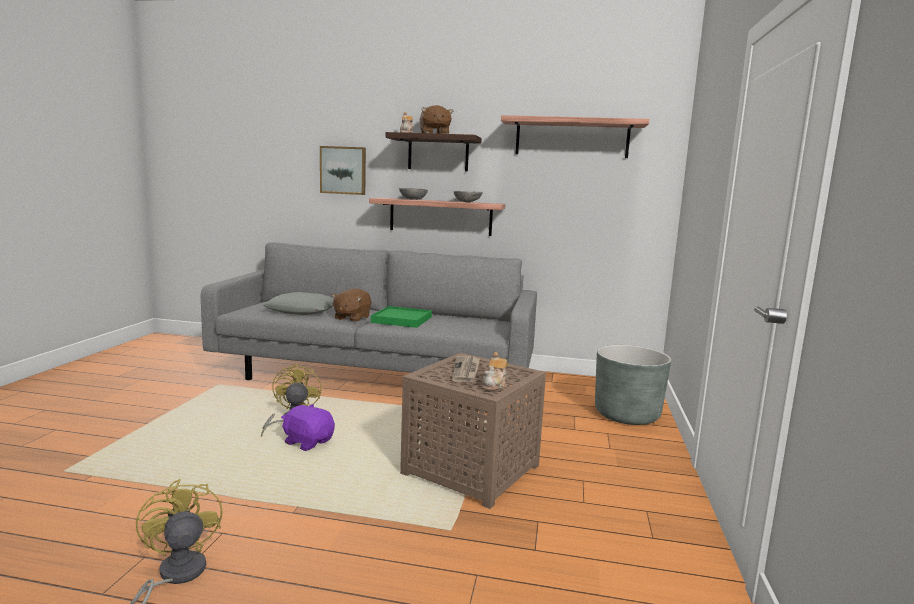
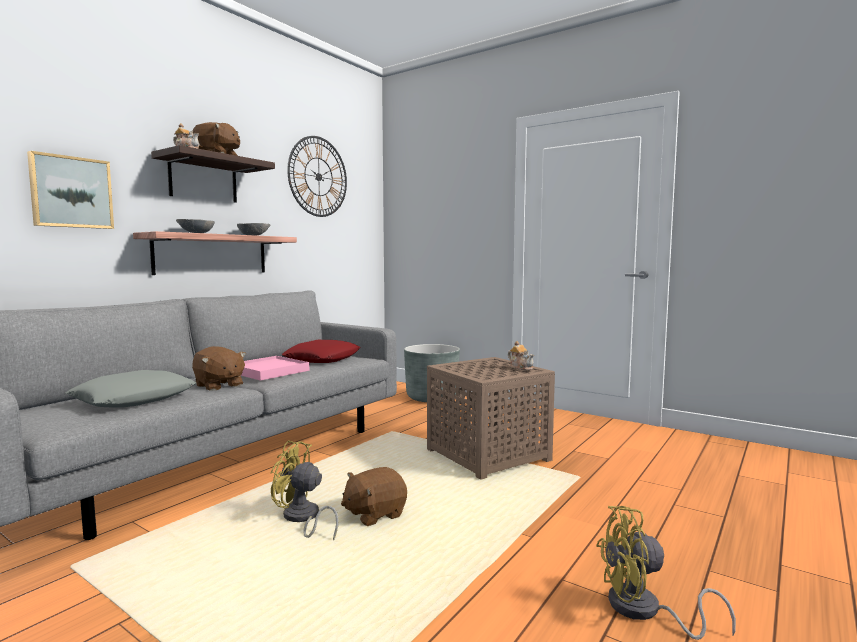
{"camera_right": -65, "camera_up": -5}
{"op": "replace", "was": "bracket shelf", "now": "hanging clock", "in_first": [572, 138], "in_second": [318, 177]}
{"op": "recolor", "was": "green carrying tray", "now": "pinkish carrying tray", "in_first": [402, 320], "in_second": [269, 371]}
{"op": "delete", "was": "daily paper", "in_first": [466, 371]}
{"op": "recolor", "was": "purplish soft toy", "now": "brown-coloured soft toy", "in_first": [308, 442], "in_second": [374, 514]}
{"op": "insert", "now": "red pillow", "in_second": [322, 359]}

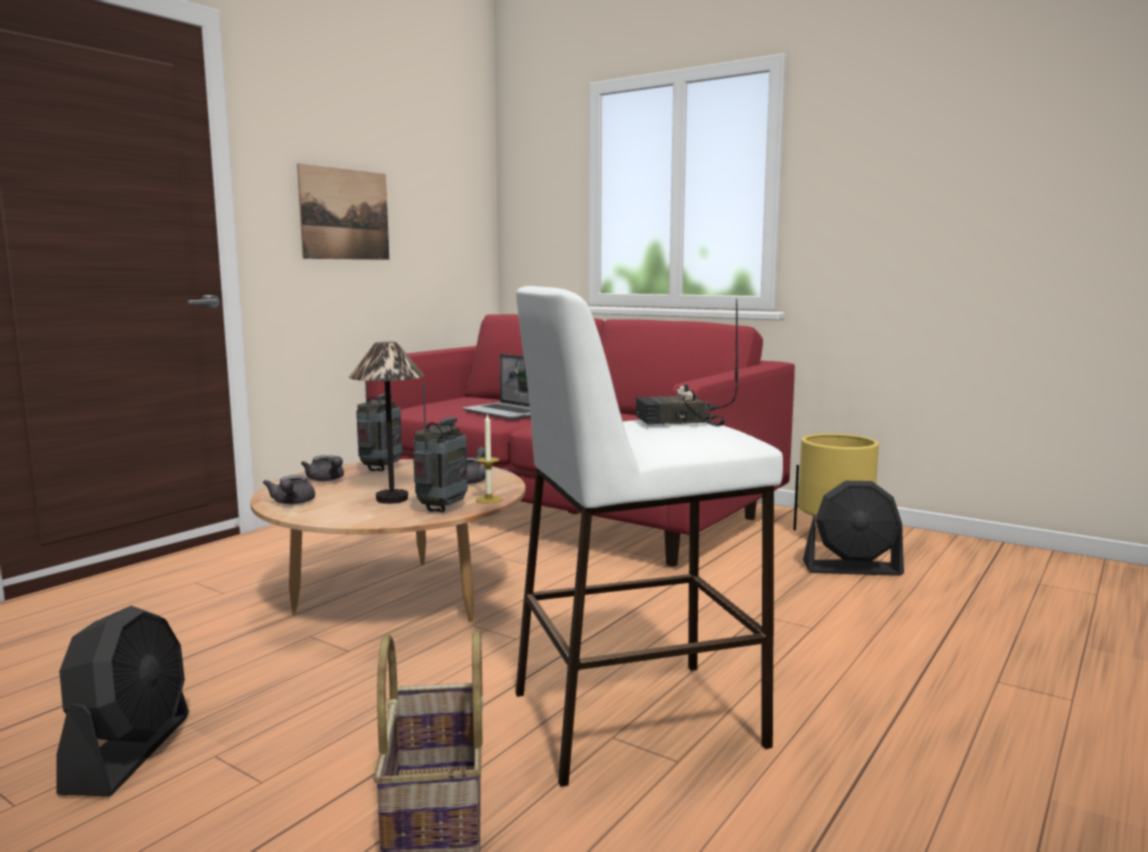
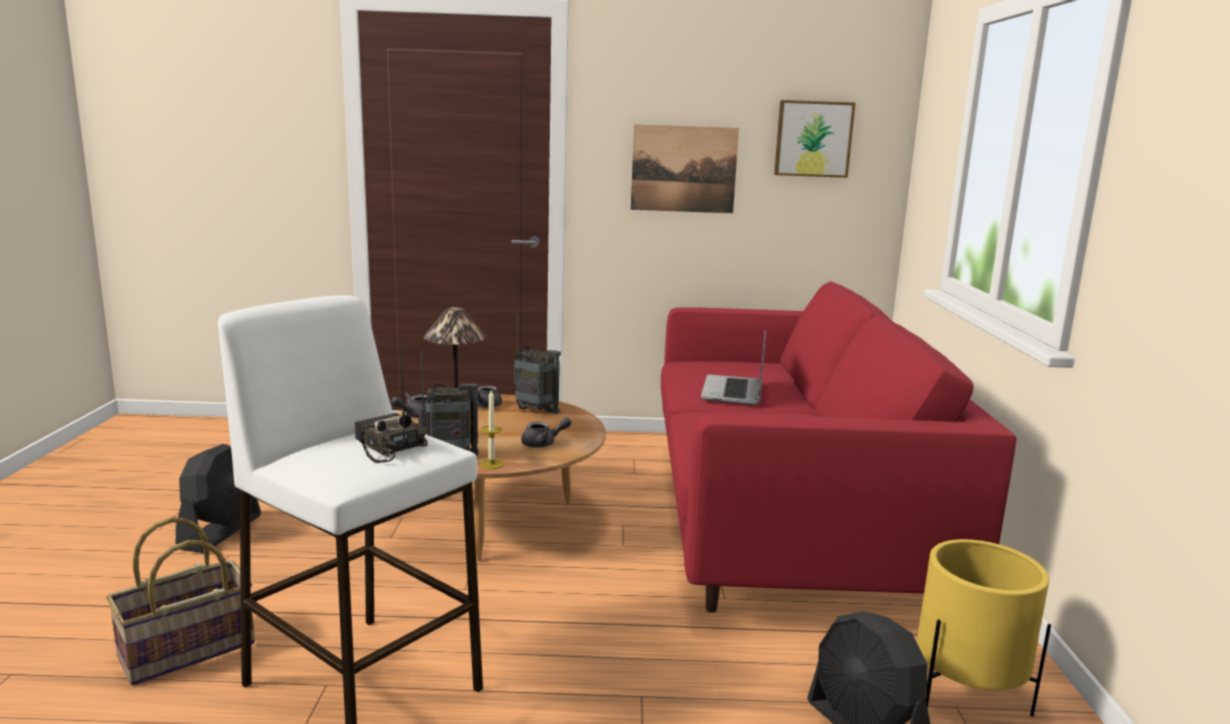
{"camera_right": 55, "camera_up": 5}
{"op": "rotate", "was": "radio set", "in_first": [381, 469], "in_second": [535, 410], "clockwise": 45}
{"op": "rotate", "was": "black electric fan", "in_first": [129, 752], "in_second": [221, 531], "clockwise": -45}
{"op": "insert", "now": "wall art", "in_second": [813, 139]}

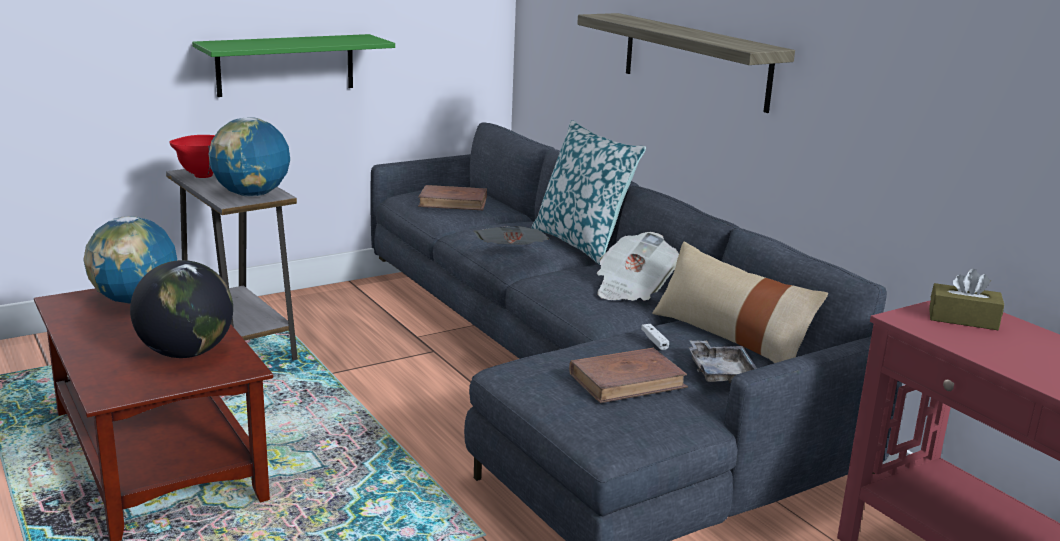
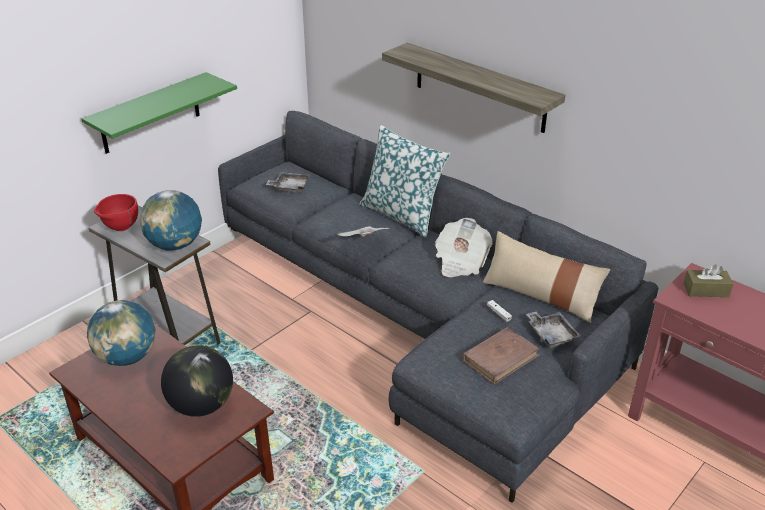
{"camera_right": -15, "camera_up": 15}
{"op": "replace", "was": "brown-coloured volume", "now": "greyish carrying tray", "in_first": [453, 202], "in_second": [290, 187]}

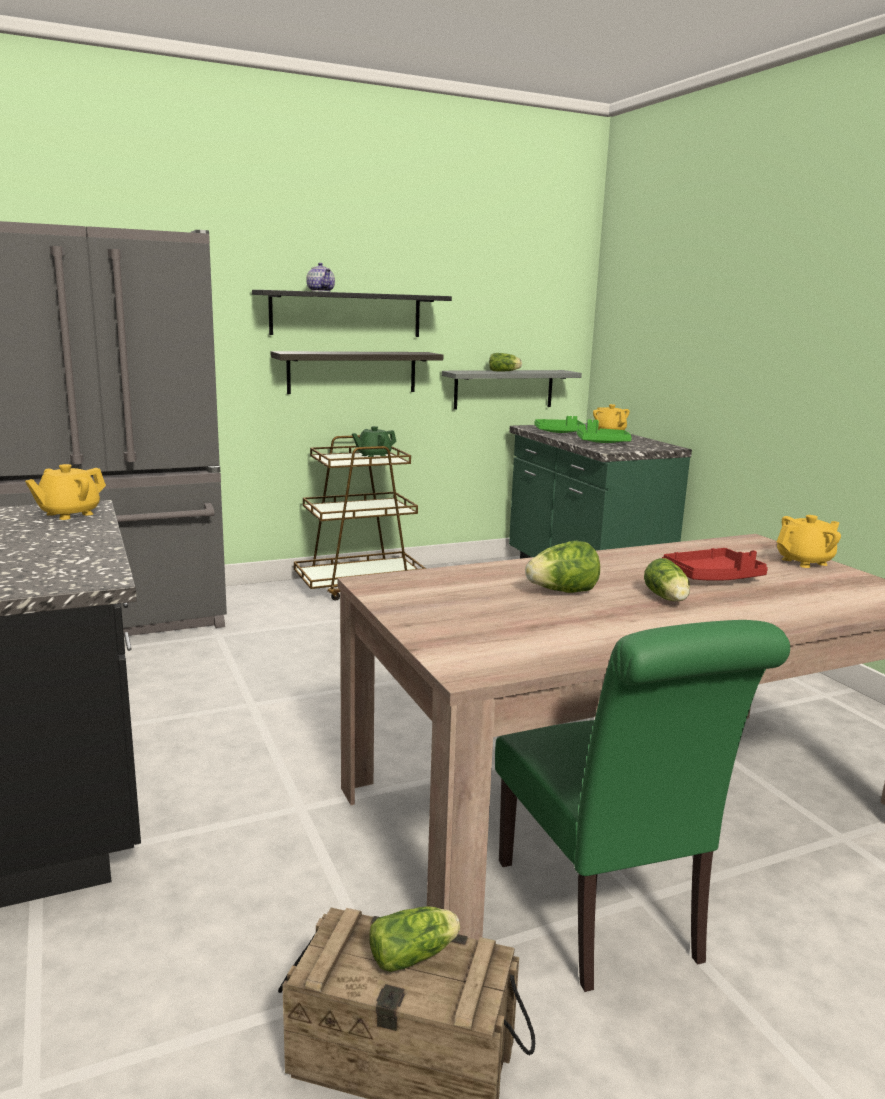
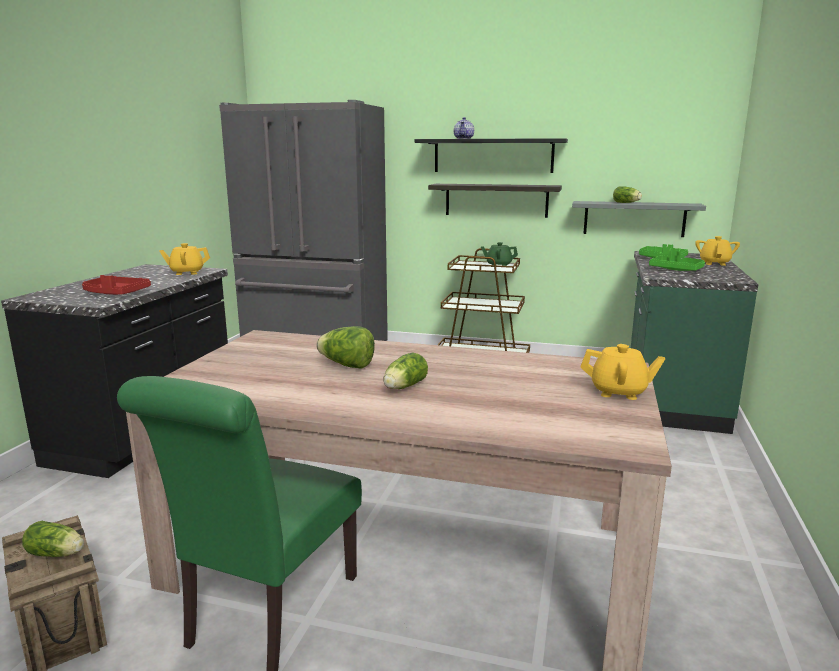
{"camera_right": 40, "camera_up": 0}
{"op": "move", "was": "red carrying tray", "in_first": [712, 577], "in_second": [115, 293]}

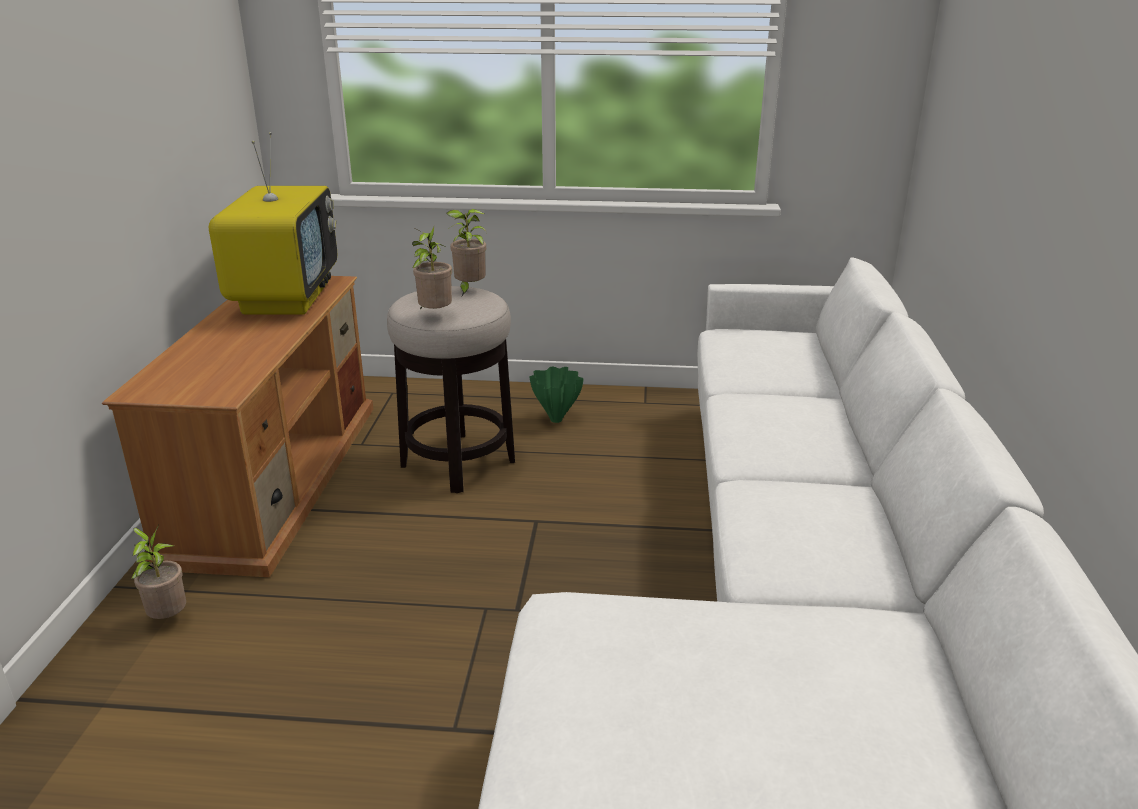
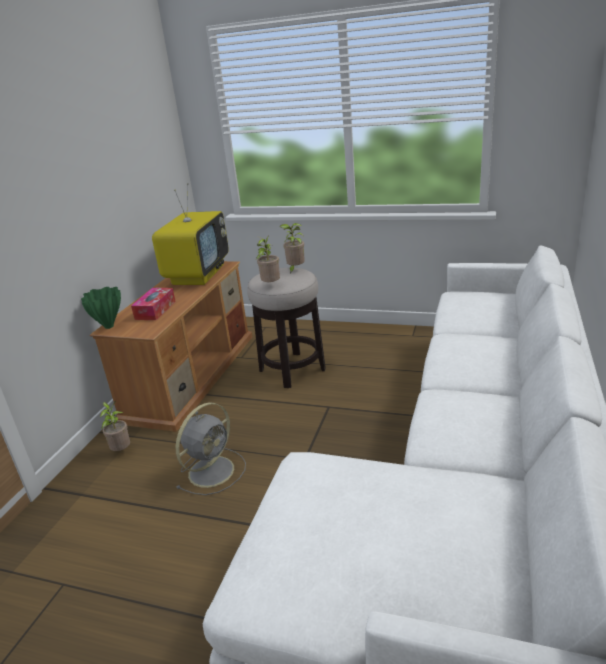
{"camera_right": 15, "camera_up": 0}
{"op": "move", "was": "green vase", "in_first": [556, 419], "in_second": [109, 326]}
{"op": "insert", "now": "tissue holder", "in_second": [155, 310]}
{"op": "insert", "now": "greyish electric fan", "in_second": [213, 470]}

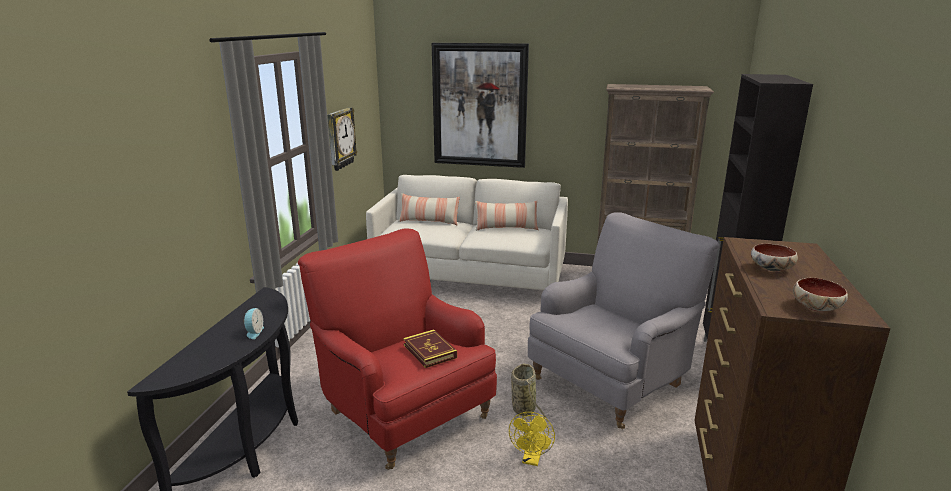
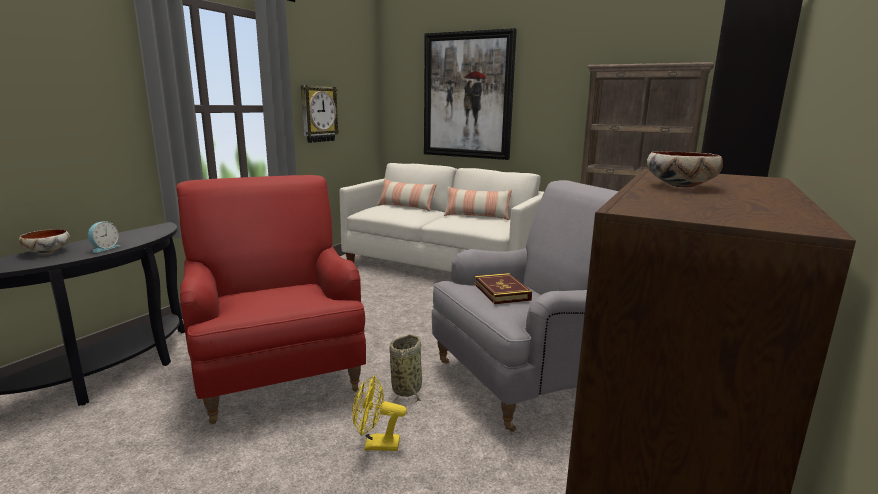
{"camera_right": 15, "camera_up": -5}
{"op": "move", "was": "bowl", "in_first": [815, 307], "in_second": [48, 251]}
{"op": "move", "was": "volume", "in_first": [429, 351], "in_second": [501, 292]}
{"op": "rotate", "was": "yellow electric fan", "in_first": [531, 459], "in_second": [376, 445], "clockwise": 60}

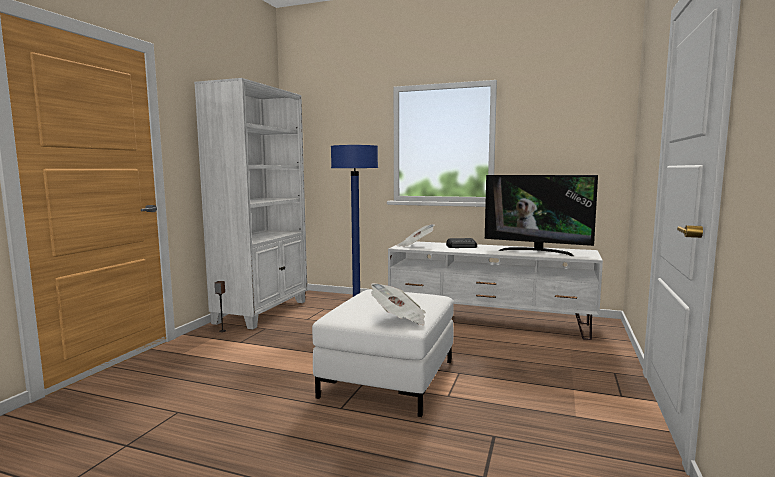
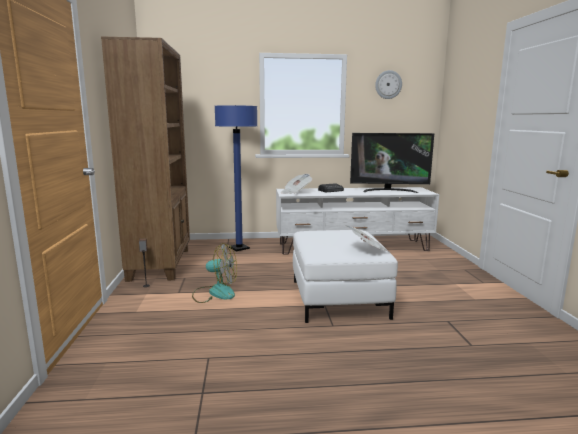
{"camera_right": -25, "camera_up": 5}
{"op": "recolor", "was": "whitish bookshelf", "now": "brown-coloured bookshelf", "in_first": [263, 311], "in_second": [161, 264]}
{"op": "insert", "now": "hanging clock", "in_second": [388, 84]}
{"op": "insert", "now": "electric fan", "in_second": [215, 293]}

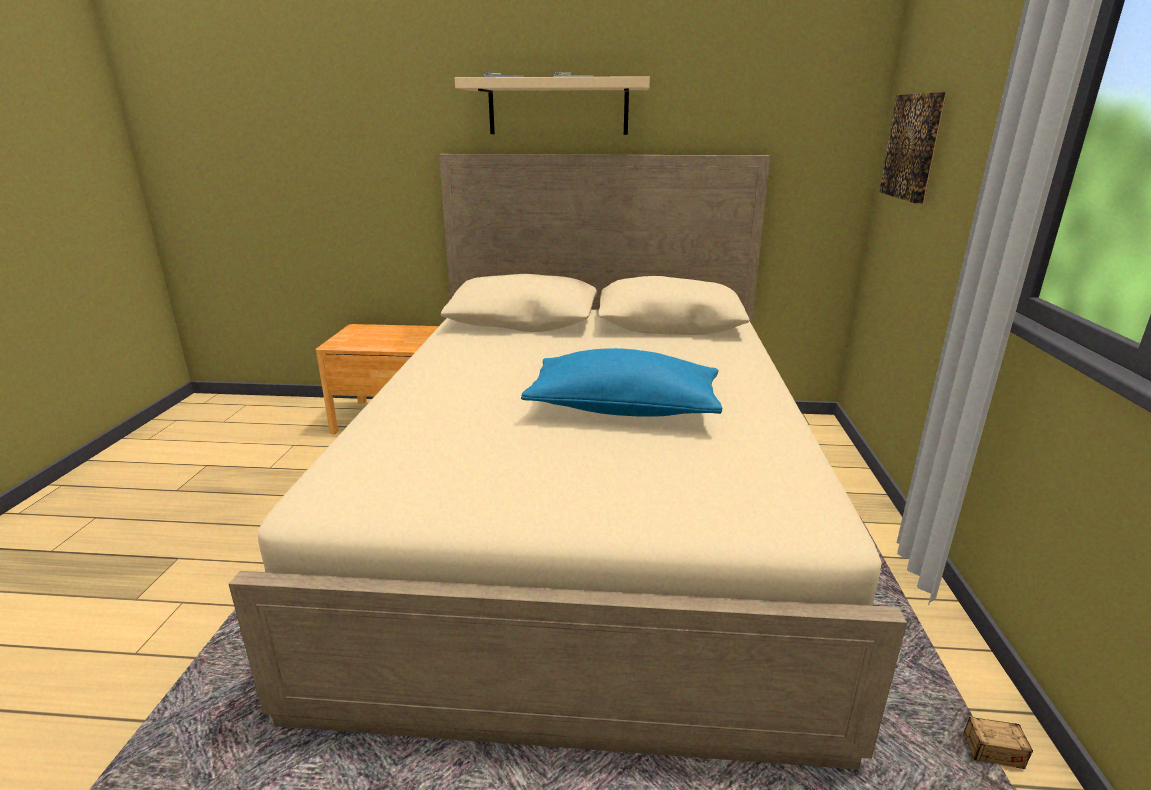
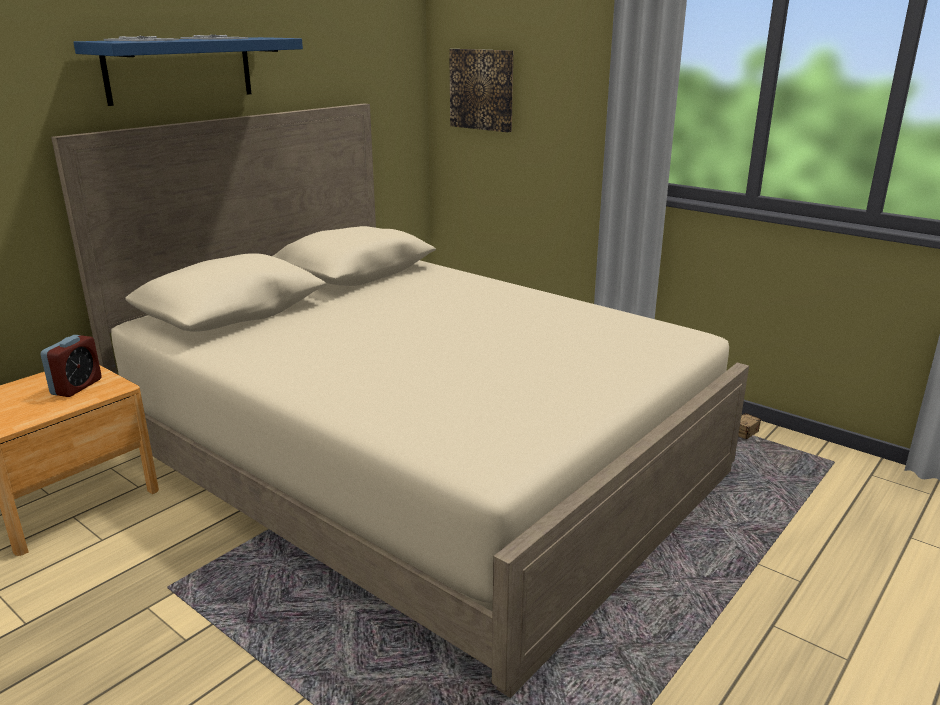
{"camera_right": -55, "camera_up": 0}
{"op": "recolor", "was": "beige bracket shelf", "now": "blue bracket shelf", "in_first": [558, 107], "in_second": [180, 69]}
{"op": "delete", "was": "blue pillow", "in_first": [623, 409]}
{"op": "insert", "now": "table clock", "in_second": [76, 387]}

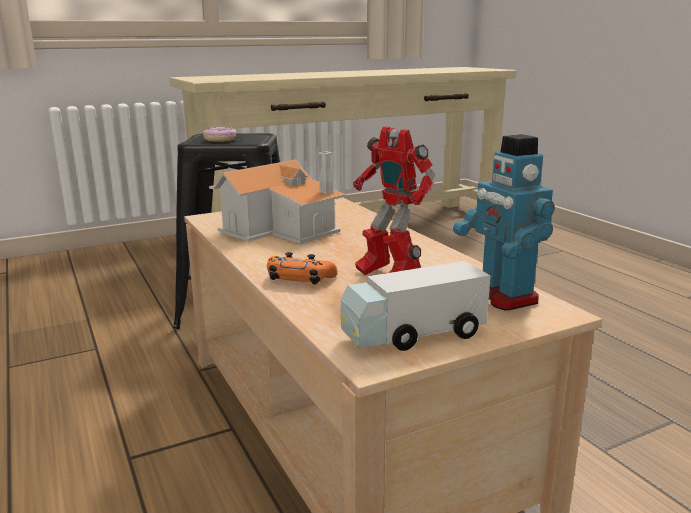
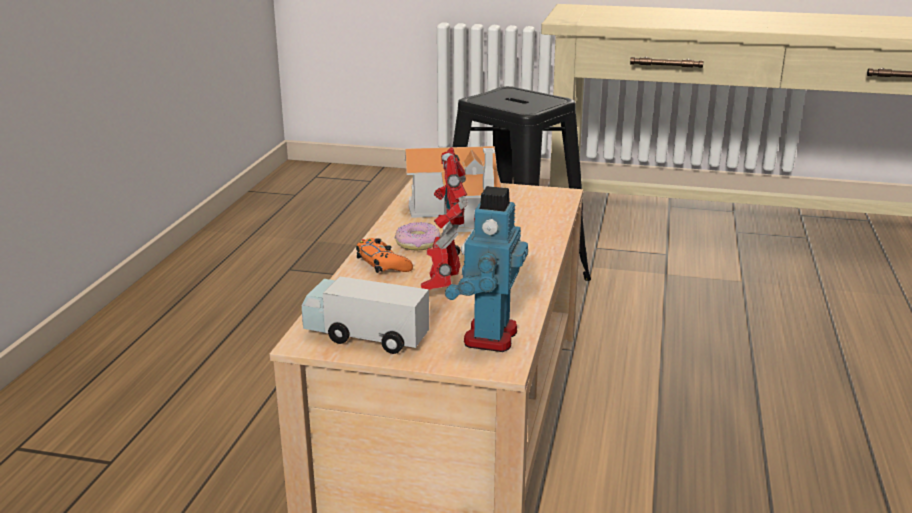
{"camera_right": 40, "camera_up": 5}
{"op": "move", "was": "doughnut", "in_first": [220, 140], "in_second": [418, 243]}

